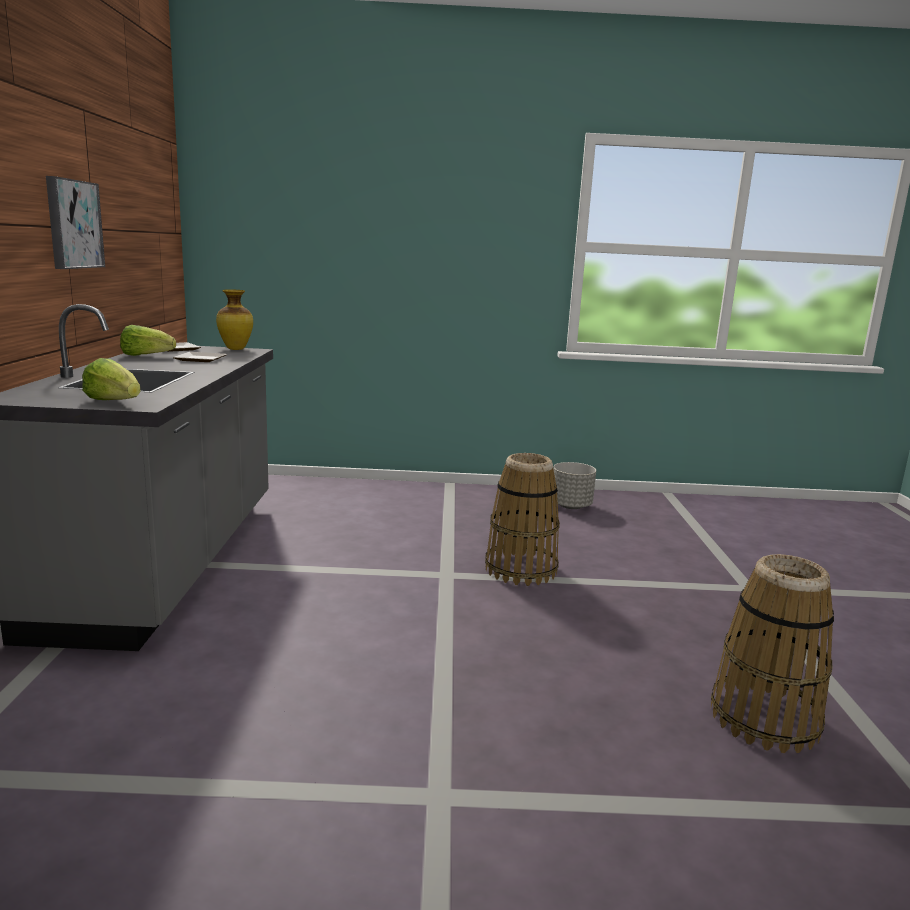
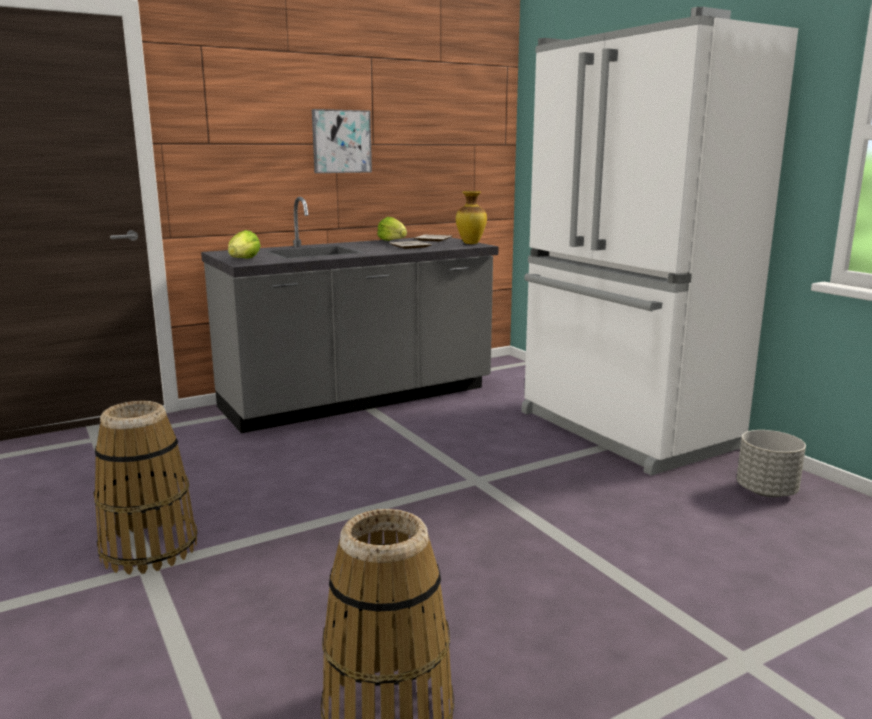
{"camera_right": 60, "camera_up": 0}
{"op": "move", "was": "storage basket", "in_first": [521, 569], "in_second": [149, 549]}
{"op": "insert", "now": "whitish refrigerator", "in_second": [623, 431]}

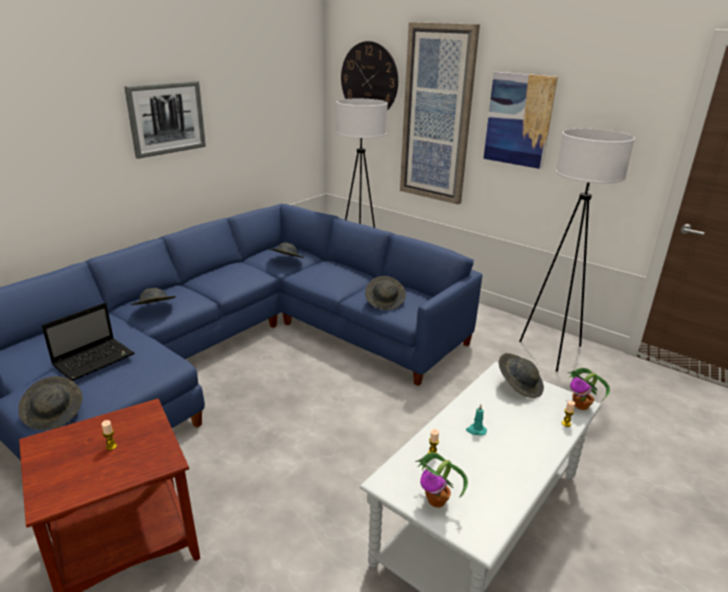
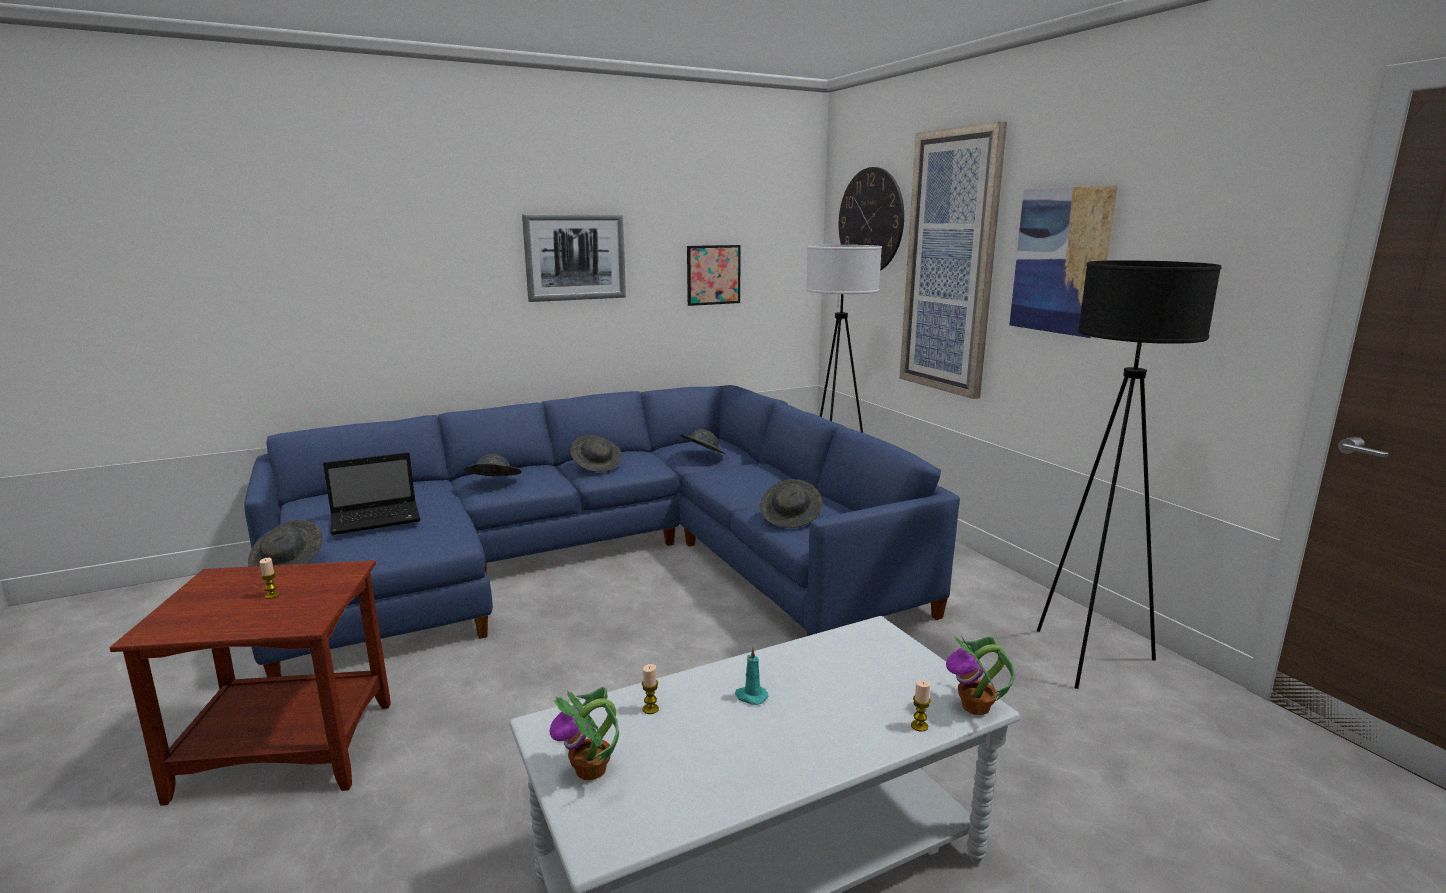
{"camera_right": 25, "camera_up": -10}
{"op": "recolor", "was": "whitish standard lamp", "now": "black standard lamp", "in_first": [553, 352], "in_second": [1090, 658]}
{"op": "move", "was": "greyish wearable hat", "in_first": [519, 385], "in_second": [597, 465]}
{"op": "insert", "now": "wall art", "in_second": [713, 275]}

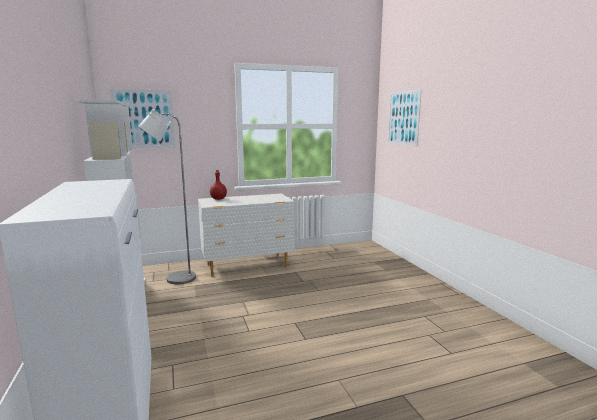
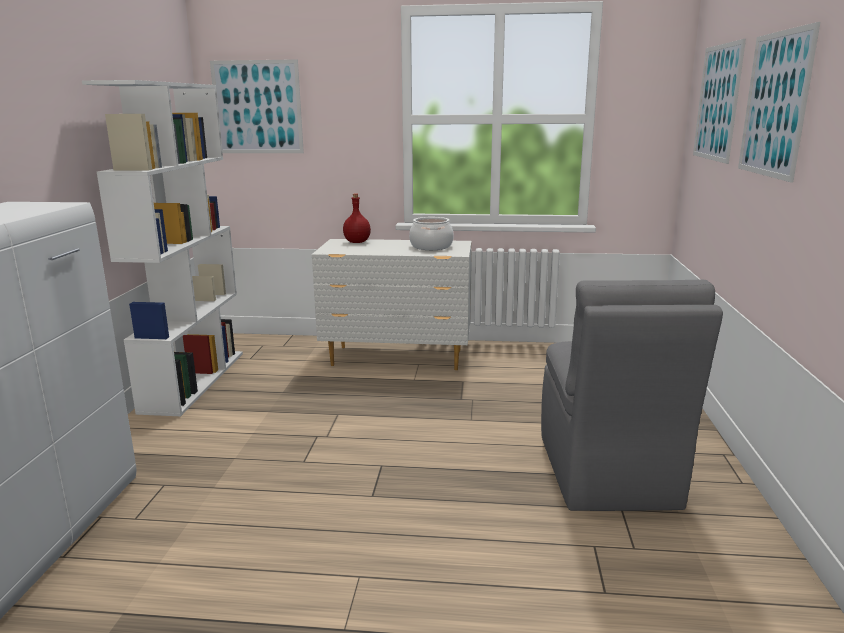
{"camera_right": 25, "camera_up": 5}
{"op": "delete", "was": "greyish standard lamp", "in_first": [175, 279]}
{"op": "insert", "now": "wall art", "in_second": [774, 104]}
{"op": "insert", "now": "cooking pot", "in_second": [431, 246]}
{"op": "insert", "now": "greyish plain chair", "in_second": [607, 473]}

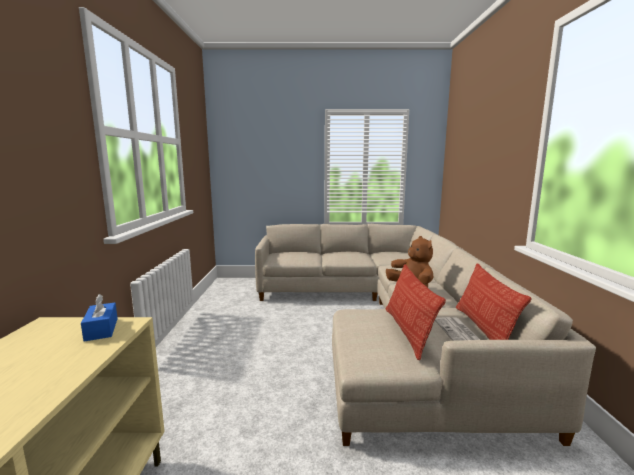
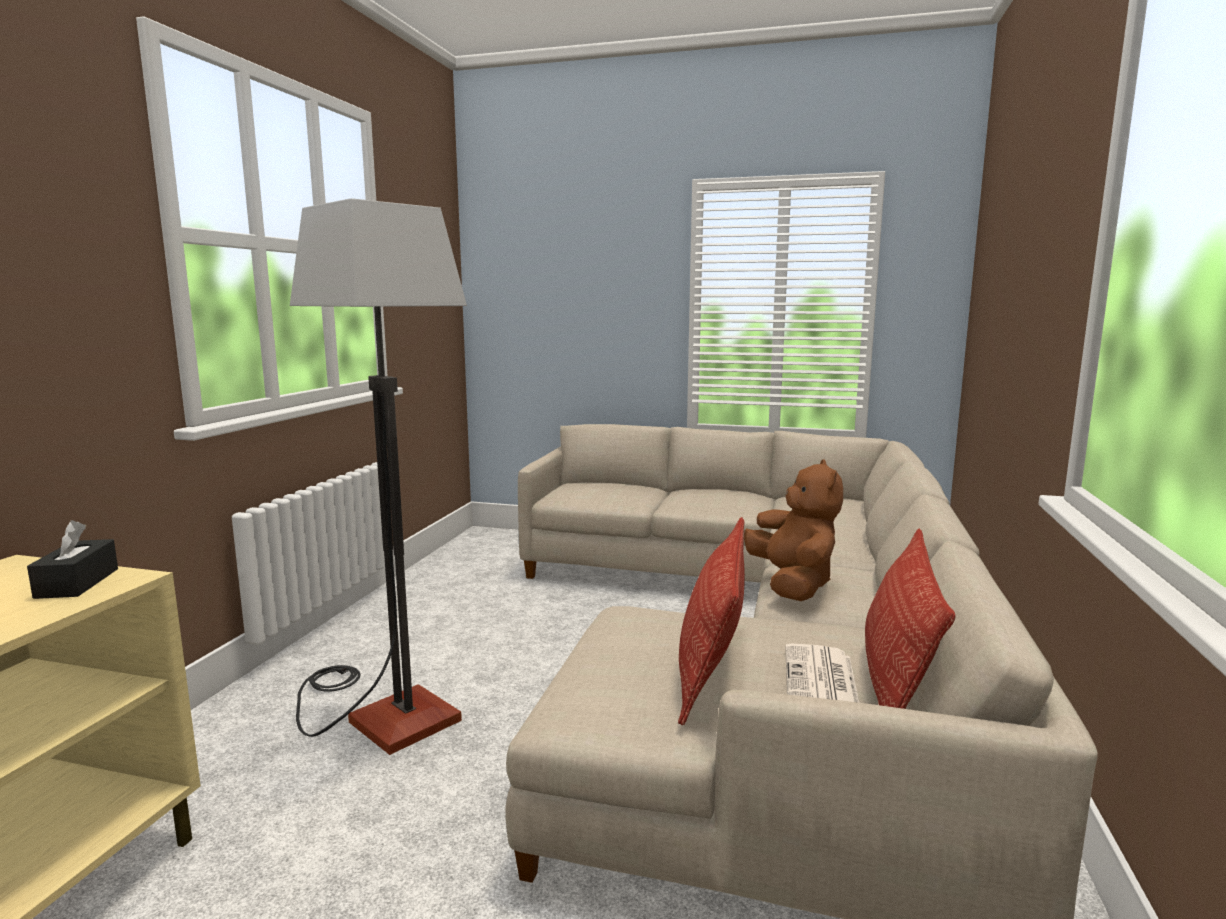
{"camera_right": 15, "camera_up": 0}
{"op": "recolor", "was": "blue tissue holder", "now": "black tissue holder", "in_first": [101, 329], "in_second": [77, 583]}
{"op": "insert", "now": "standard lamp", "in_second": [382, 714]}

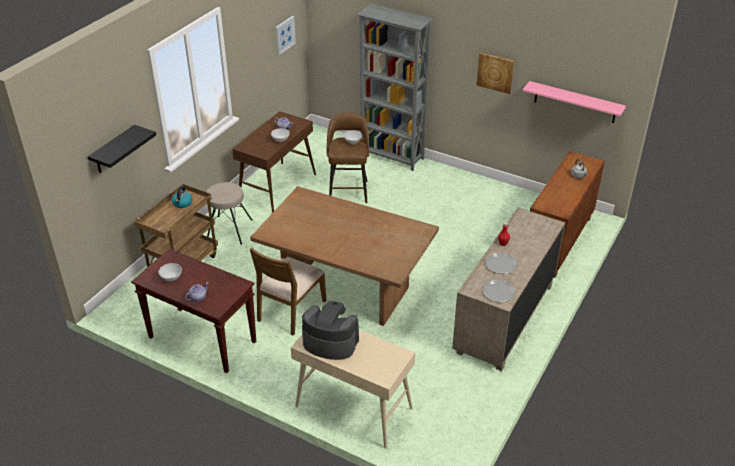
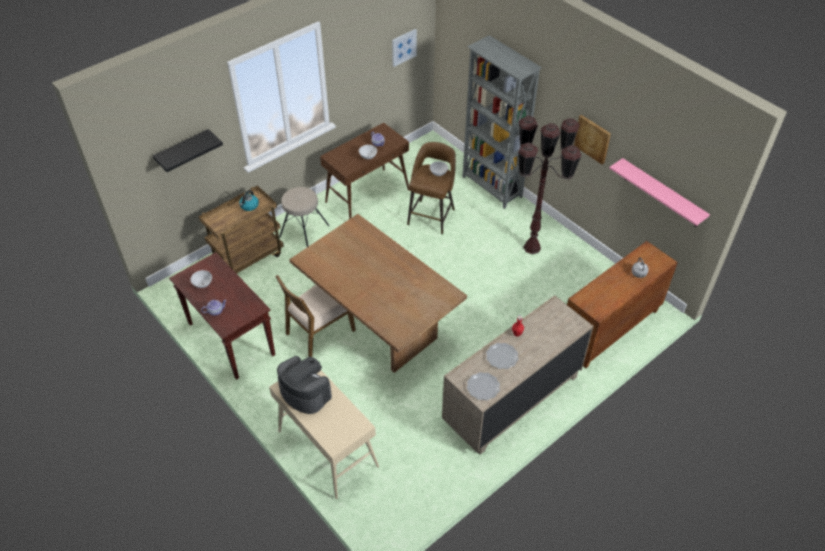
{"camera_right": 20, "camera_up": 10}
{"op": "insert", "now": "brown-coloured standard lamp", "in_second": [531, 247]}

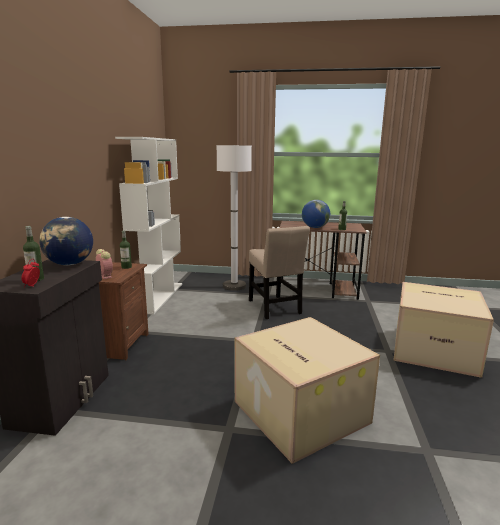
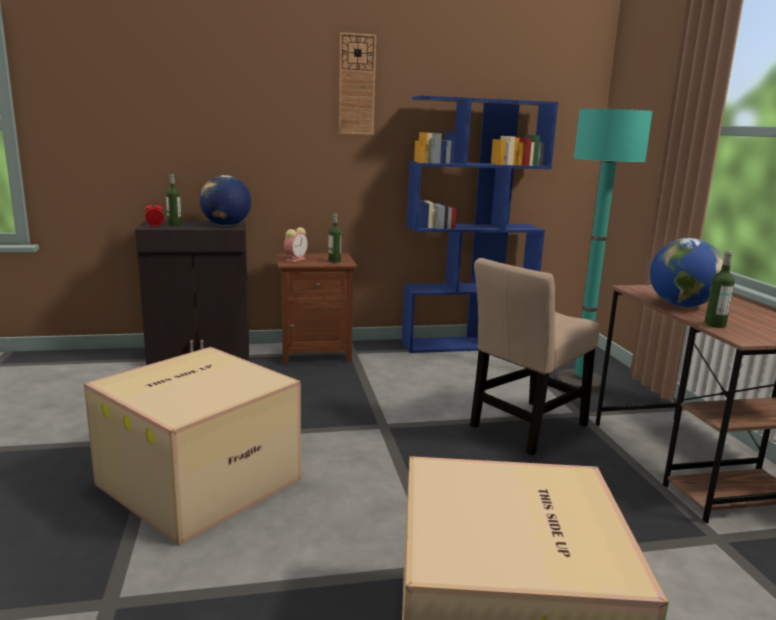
{"camera_right": 70, "camera_up": 0}
{"op": "recolor", "was": "whitish bookshelf", "now": "blue bookshelf", "in_first": [158, 297], "in_second": [467, 344]}
{"op": "recolor", "was": "whitish standard lamp", "now": "turquoise-coloured standard lamp", "in_first": [234, 286], "in_second": [580, 383]}
{"op": "insert", "now": "hanging clock", "in_second": [356, 85]}

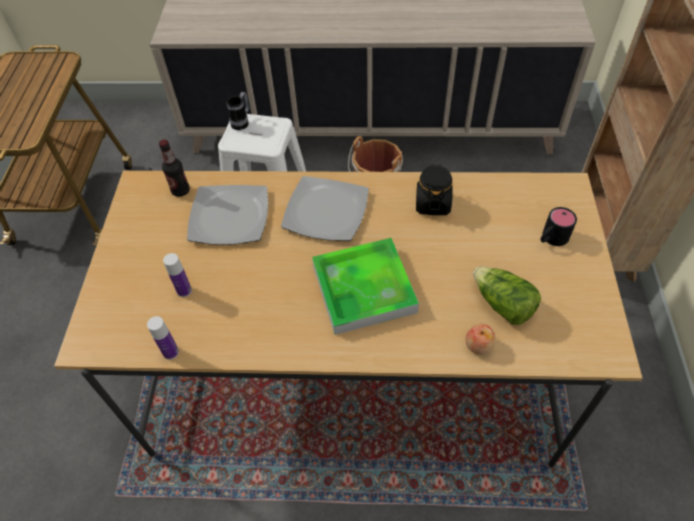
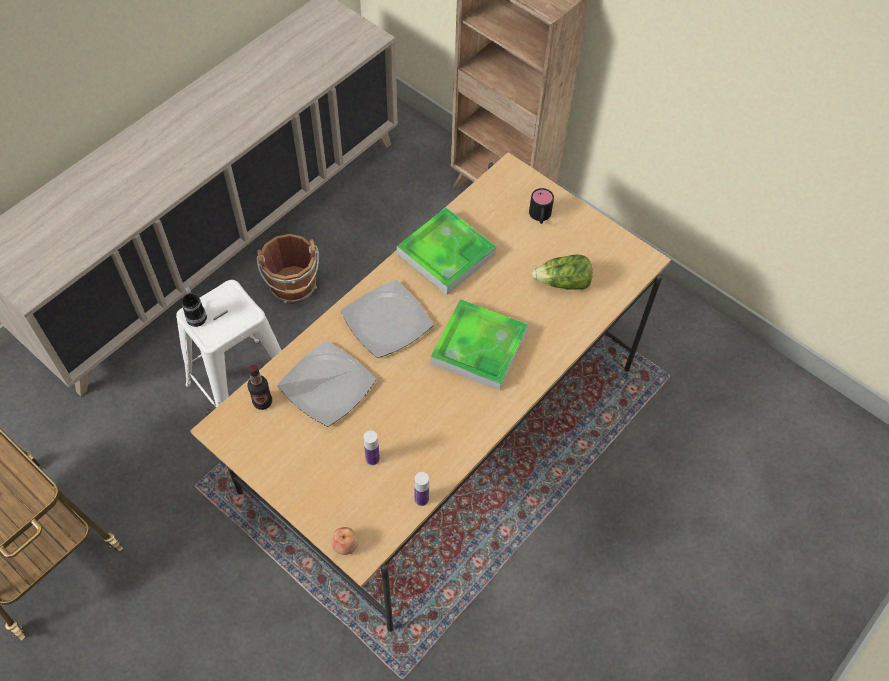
{"camera_right": -55, "camera_up": 5}
{"op": "replace", "was": "black storage jar", "now": "carrying tray", "in_first": [432, 203], "in_second": [446, 254]}
{"op": "move", "was": "apple", "in_first": [478, 345], "in_second": [345, 544]}

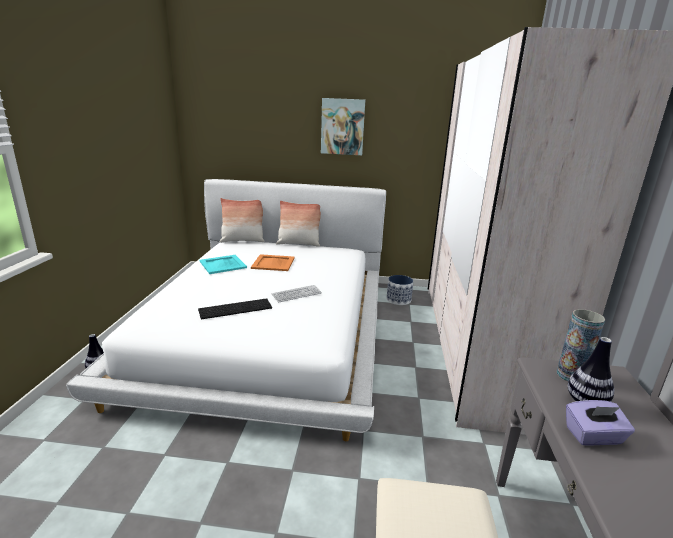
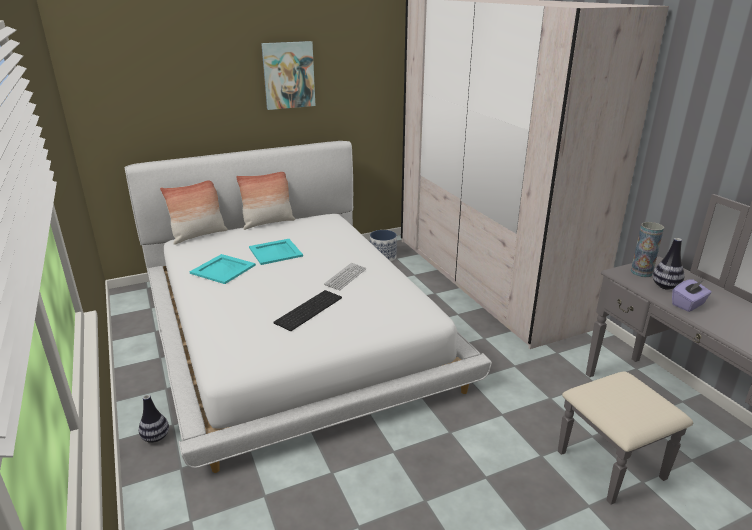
{"camera_right": -30, "camera_up": 5}
{"op": "recolor", "was": "orange carrying tray", "now": "turquoise-coloured carrying tray", "in_first": [273, 263], "in_second": [275, 252]}

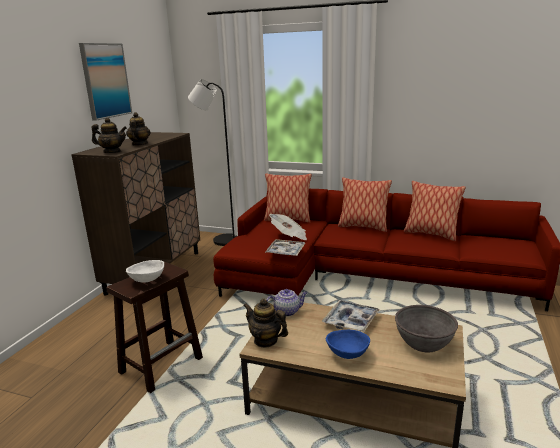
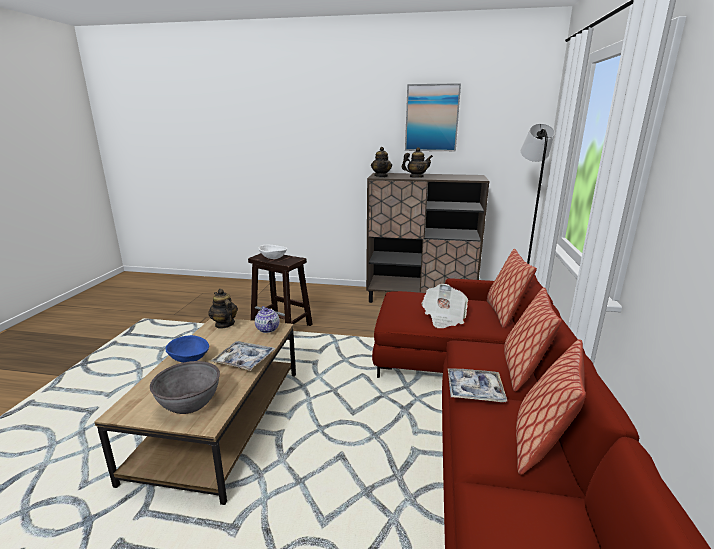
{"camera_right": 80, "camera_up": 0}
{"op": "move", "was": "carrying tray", "in_first": [285, 252], "in_second": [474, 390]}
{"op": "rotate", "was": "teapot", "in_first": [265, 340], "in_second": [224, 324], "clockwise": -60}

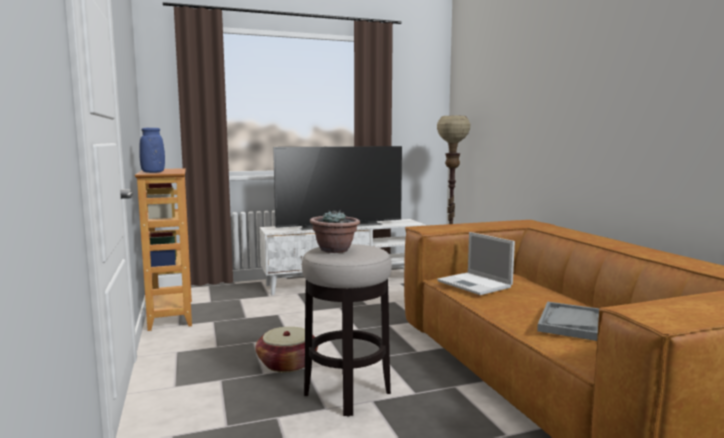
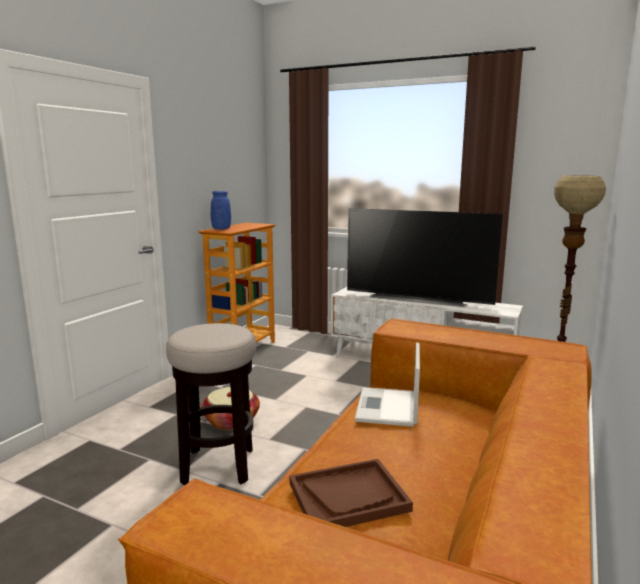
{"camera_right": 45, "camera_up": 5}
{"op": "delete", "was": "potted plant", "in_first": [335, 250]}
{"op": "recolor", "was": "greyish carrying tray", "now": "brown-coloured carrying tray", "in_first": [573, 323], "in_second": [348, 497]}

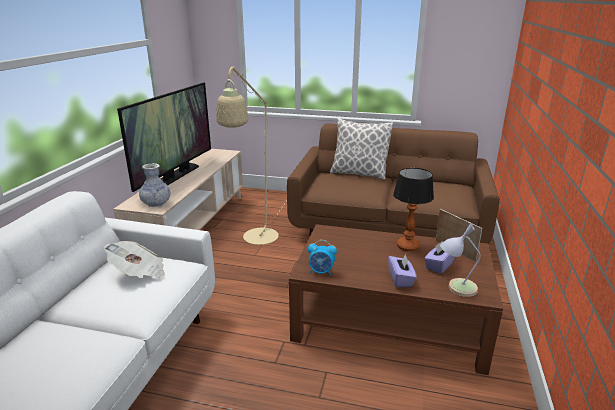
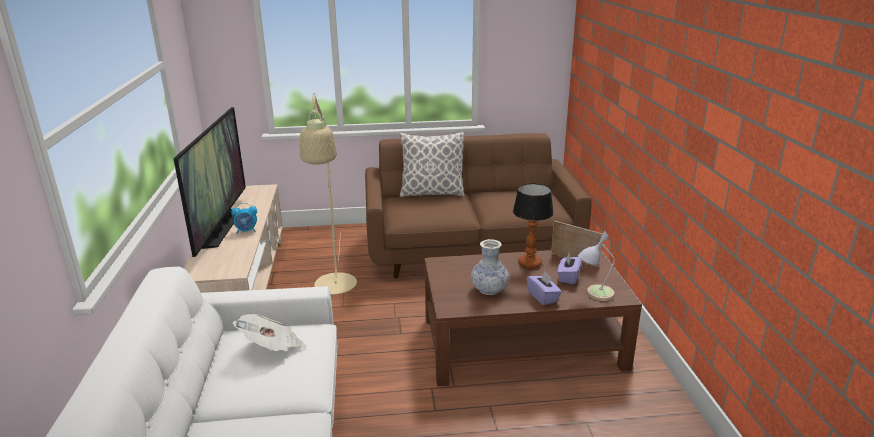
{"camera_right": -20, "camera_up": 0}
{"op": "move", "was": "vase", "in_first": [156, 203], "in_second": [489, 289]}
{"op": "move", "was": "table clock", "in_first": [321, 272], "in_second": [247, 231]}

